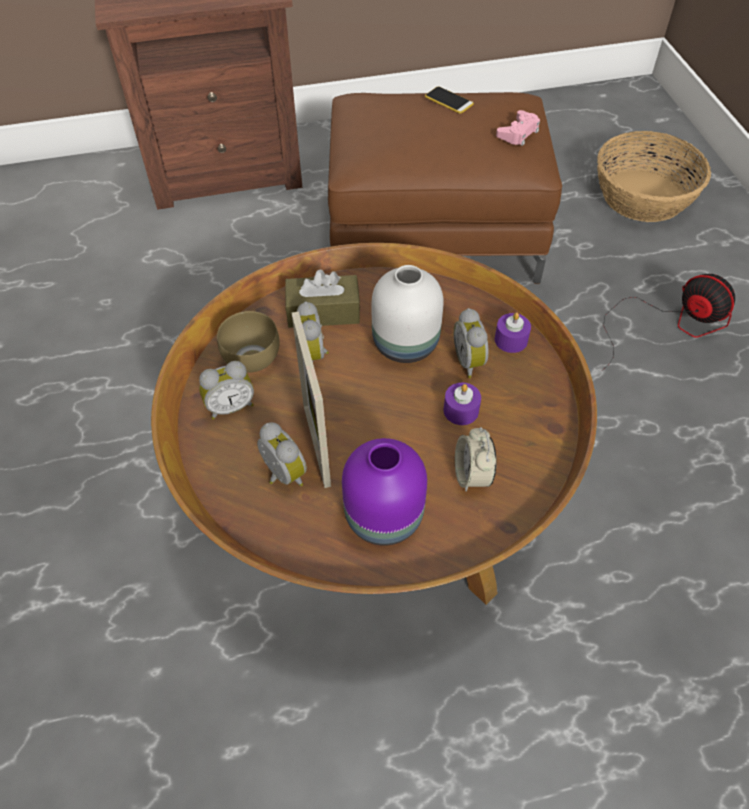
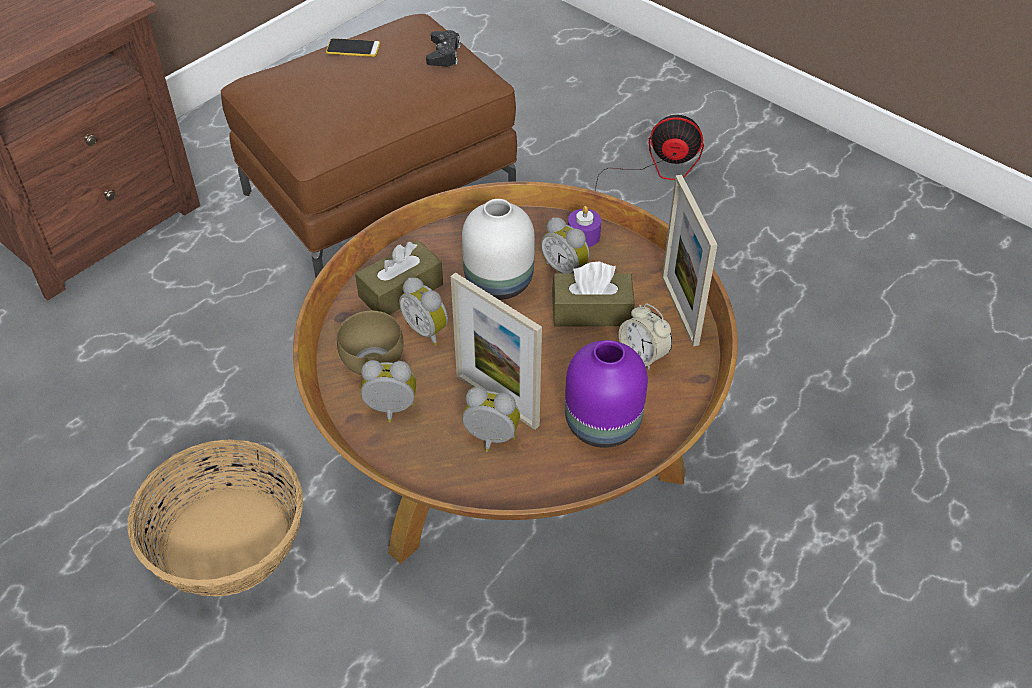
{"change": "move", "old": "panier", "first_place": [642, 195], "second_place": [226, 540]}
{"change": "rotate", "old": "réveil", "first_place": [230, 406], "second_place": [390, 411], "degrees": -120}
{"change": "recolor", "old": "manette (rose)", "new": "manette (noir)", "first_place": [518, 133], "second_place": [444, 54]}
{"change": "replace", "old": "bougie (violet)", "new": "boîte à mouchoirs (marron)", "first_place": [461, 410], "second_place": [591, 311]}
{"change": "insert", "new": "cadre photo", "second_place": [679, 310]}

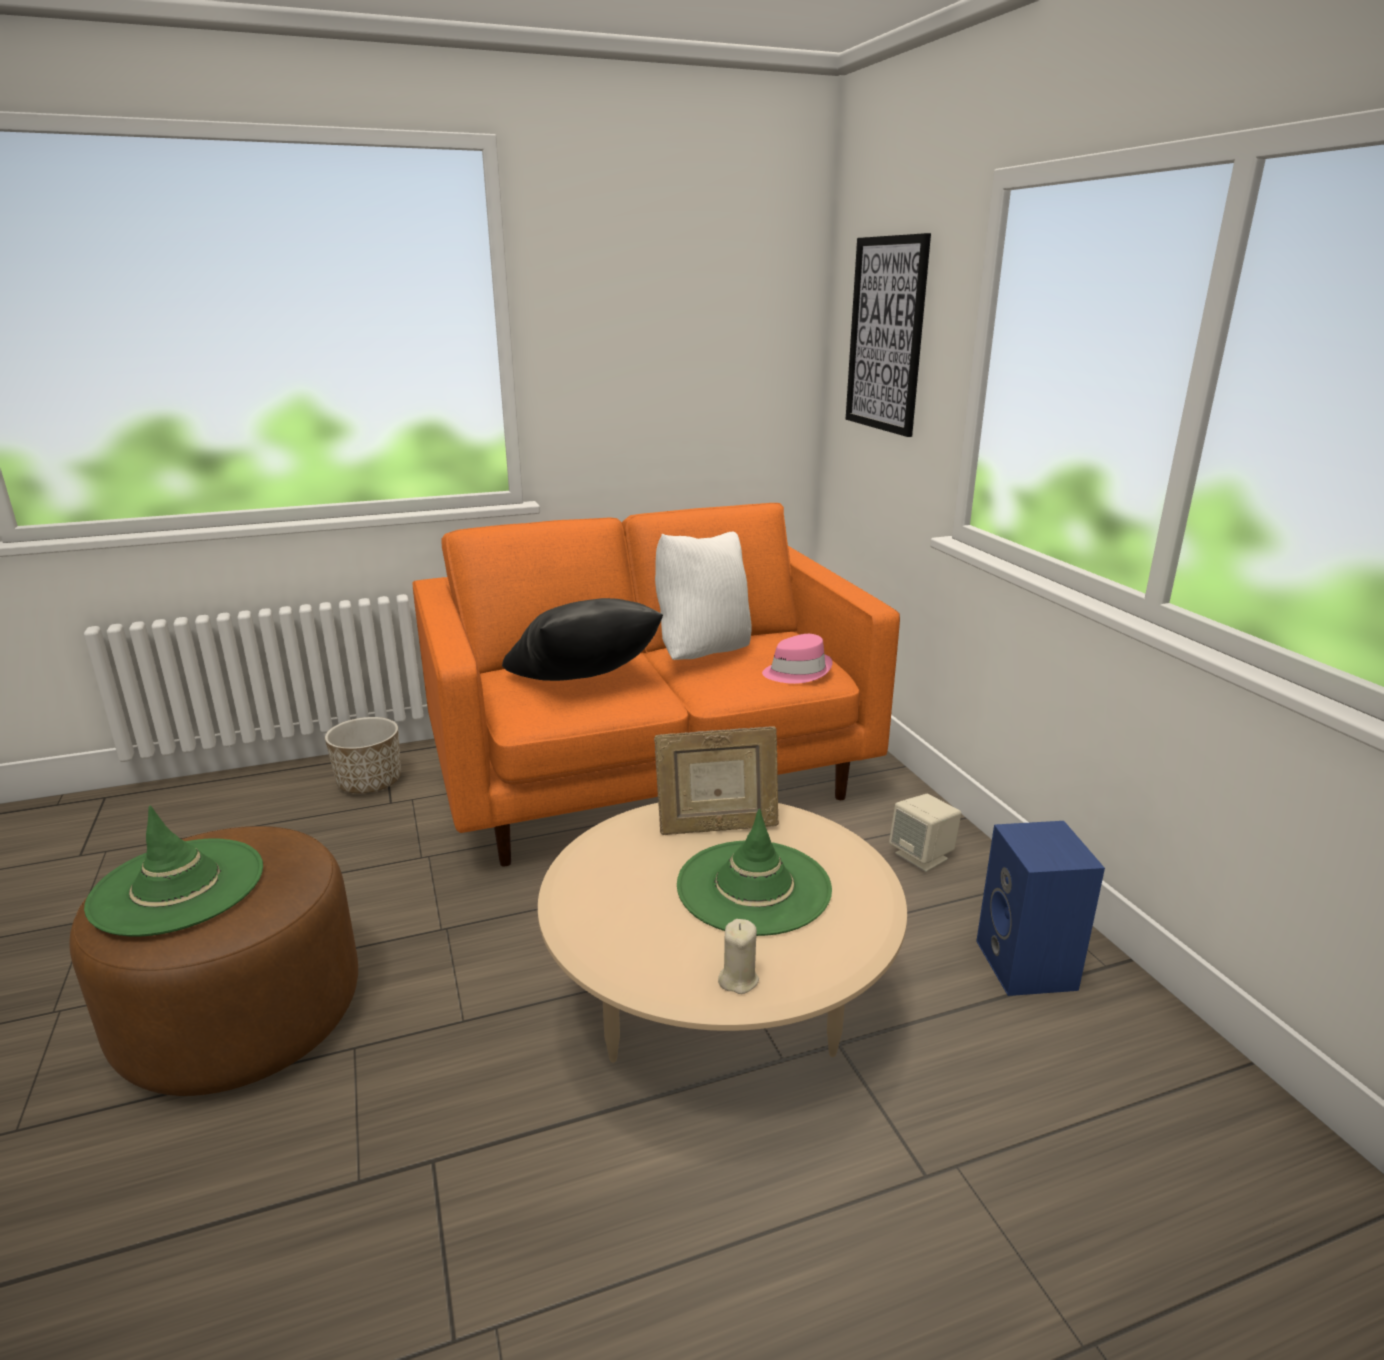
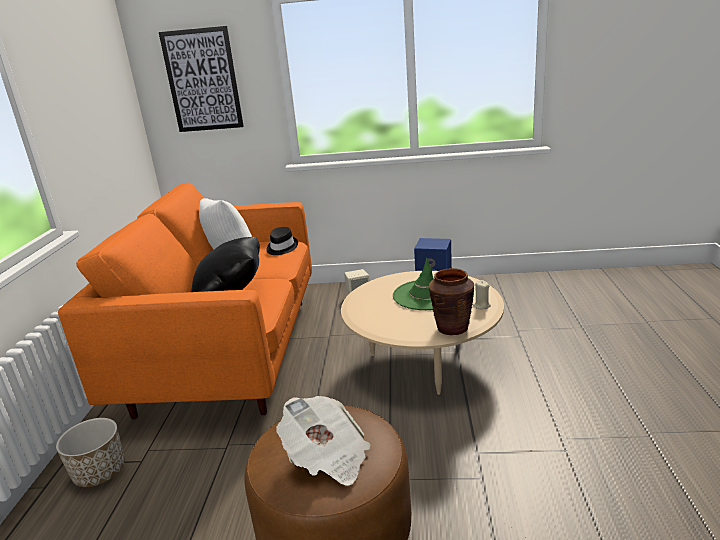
{"change": "recolor", "old": "chapeau (rose)", "new": "chapeau (noir)", "first_place": [797, 672], "second_place": [281, 248]}
{"change": "replace", "old": "chapeau (vert)", "new": "journal", "first_place": [178, 887], "second_place": [327, 457]}
{"change": "insert", "new": "vase (marron)", "second_place": [452, 328]}
{"change": "delete", "old": "cadre photo", "first_place": [717, 828]}

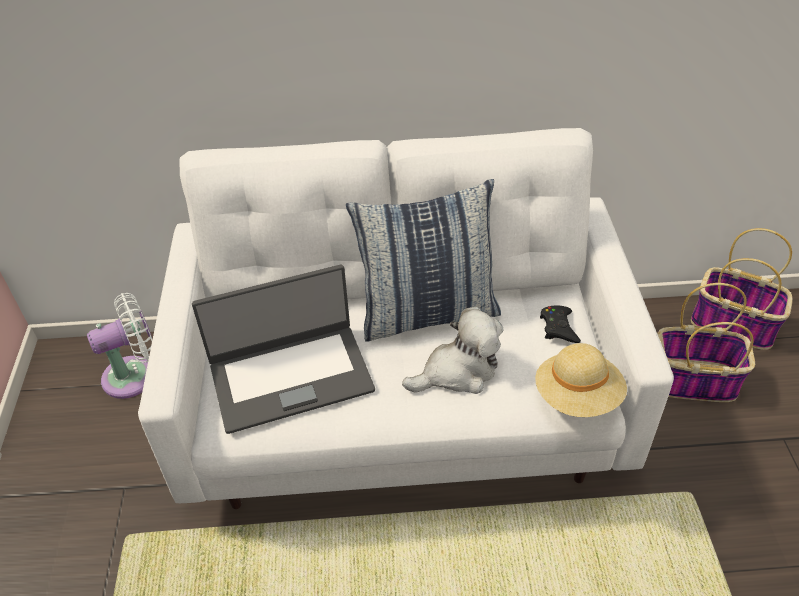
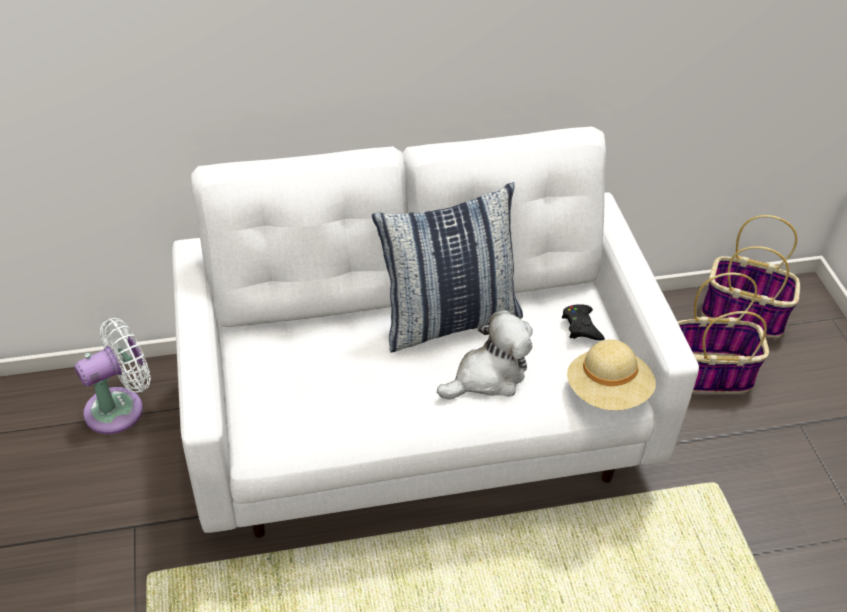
{"change": "delete", "old": "ordinateur portable", "first_place": [290, 376]}

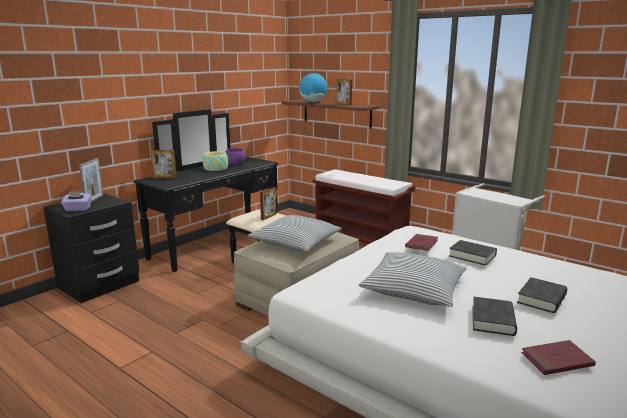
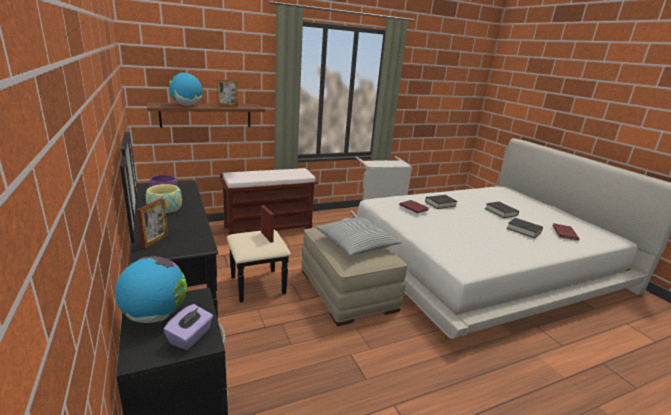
{"change": "replace", "old": "cadre photo", "new": "globe", "first_place": [94, 200], "second_place": [155, 315]}
{"change": "delete", "old": "coussin", "first_place": [414, 289]}

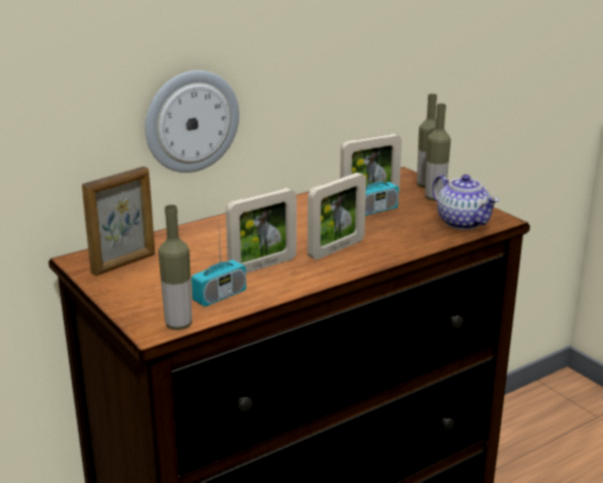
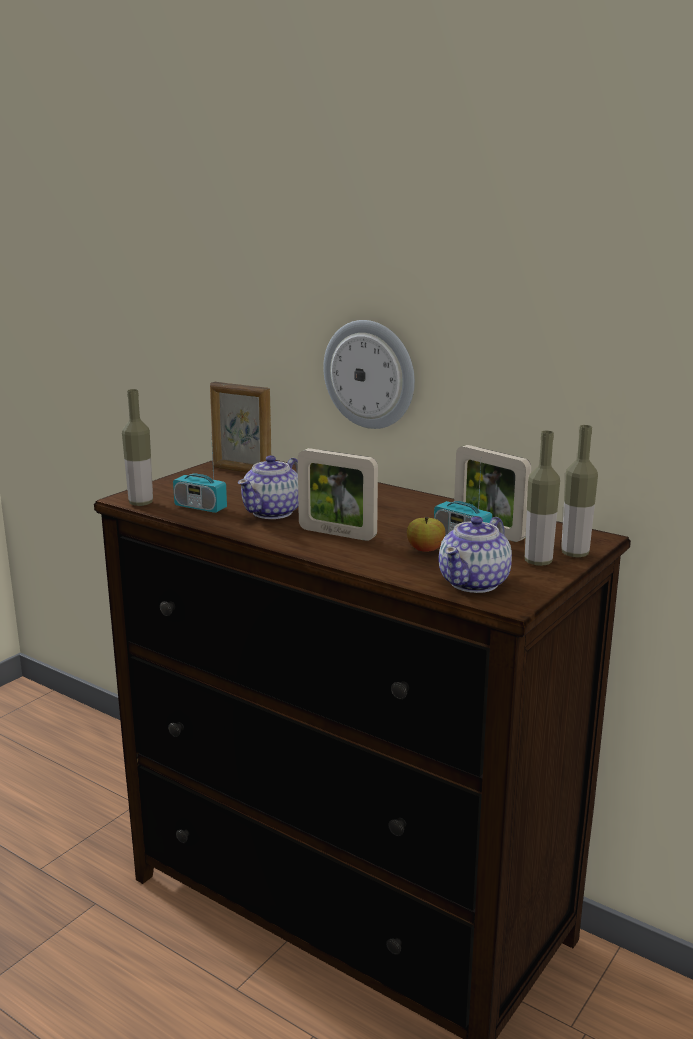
{"change": "replace", "old": "cadre photo", "new": "théière", "first_place": [262, 266], "second_place": [273, 512]}
{"change": "insert", "new": "pomme", "second_place": [425, 550]}

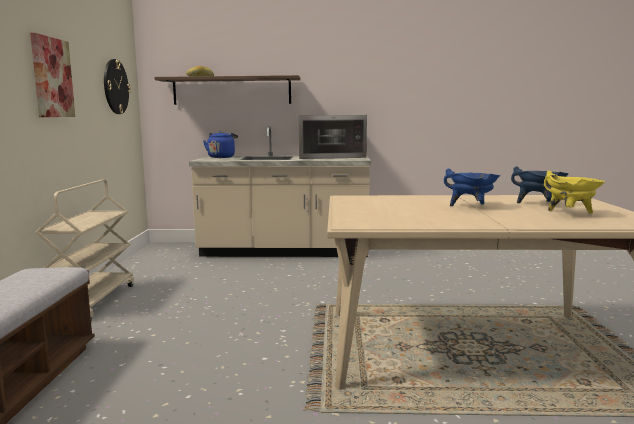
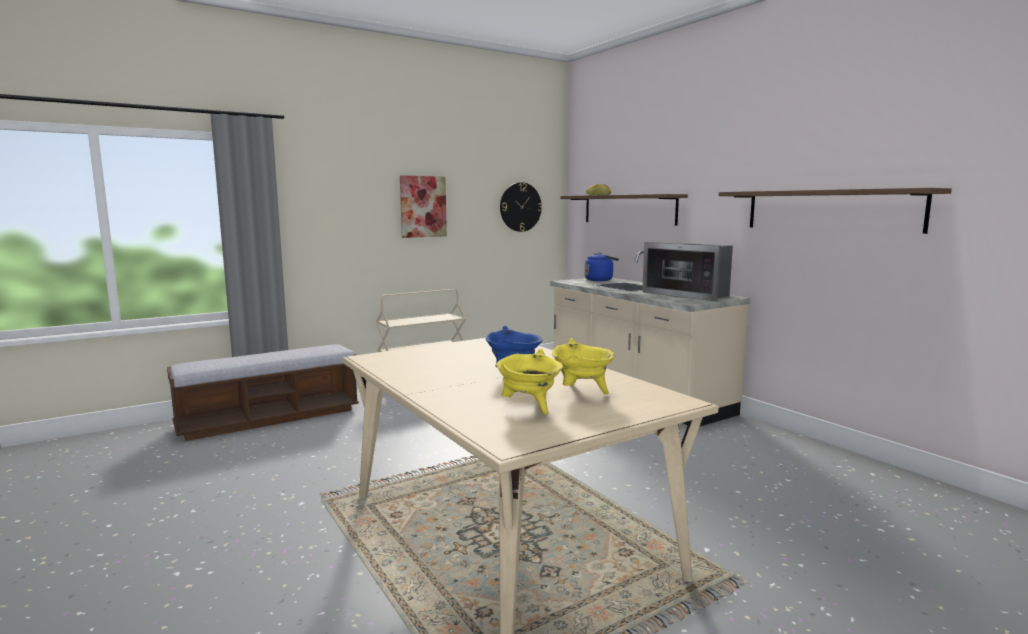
{"change": "recolor", "old": "marmite (bleu)", "new": "marmite (jaune)", "first_place": [539, 204], "second_place": [582, 392]}
{"change": "insert", "new": "étagère", "second_place": [829, 210]}

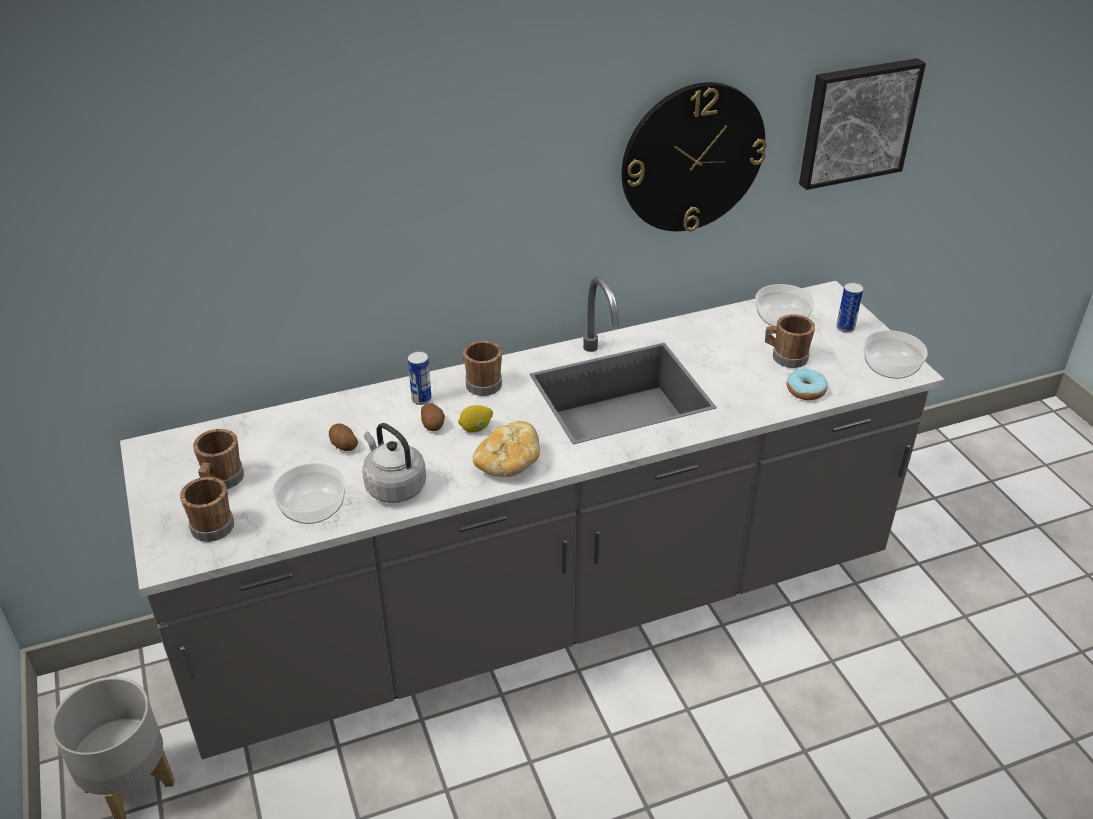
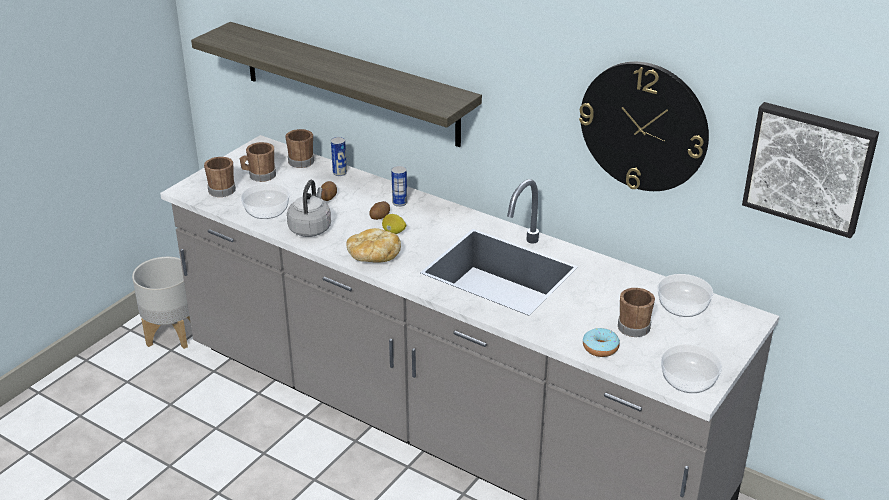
{"change": "insert", "new": "étagère", "second_place": [349, 83]}
{"change": "move", "old": "mug (marron)", "first_place": [481, 383], "second_place": [302, 160]}
{"change": "move", "old": "boîte métallique", "first_place": [845, 327], "second_place": [339, 173]}

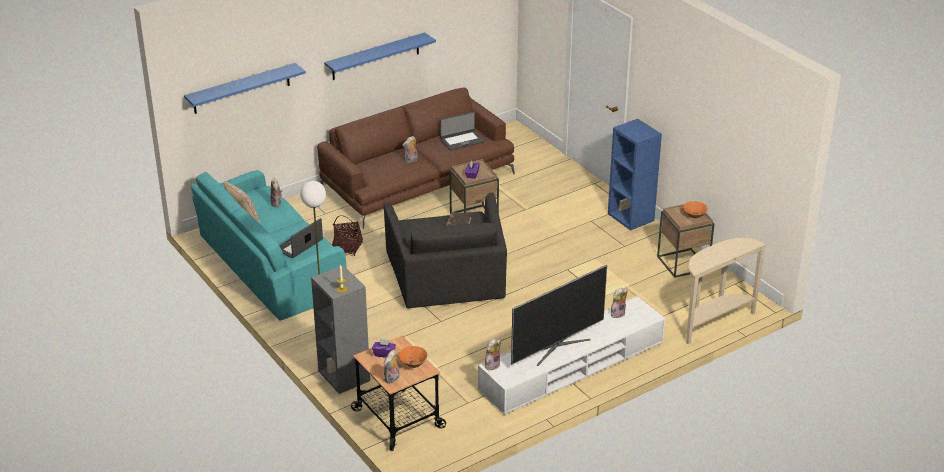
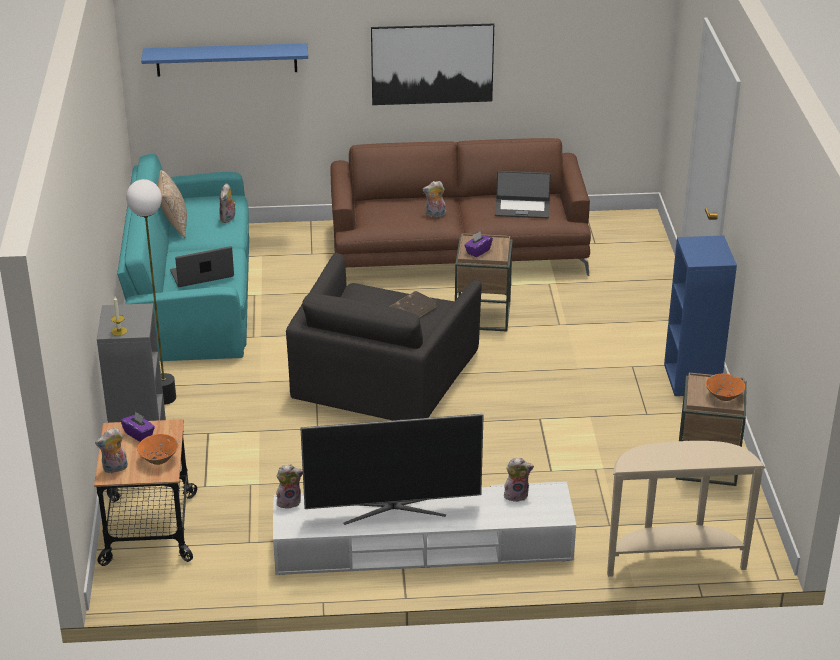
{"change": "replace", "old": "étagère (bleu)", "new": "tableau", "first_place": [375, 56], "second_place": [432, 64]}
{"change": "delete", "old": "panier", "first_place": [347, 247]}

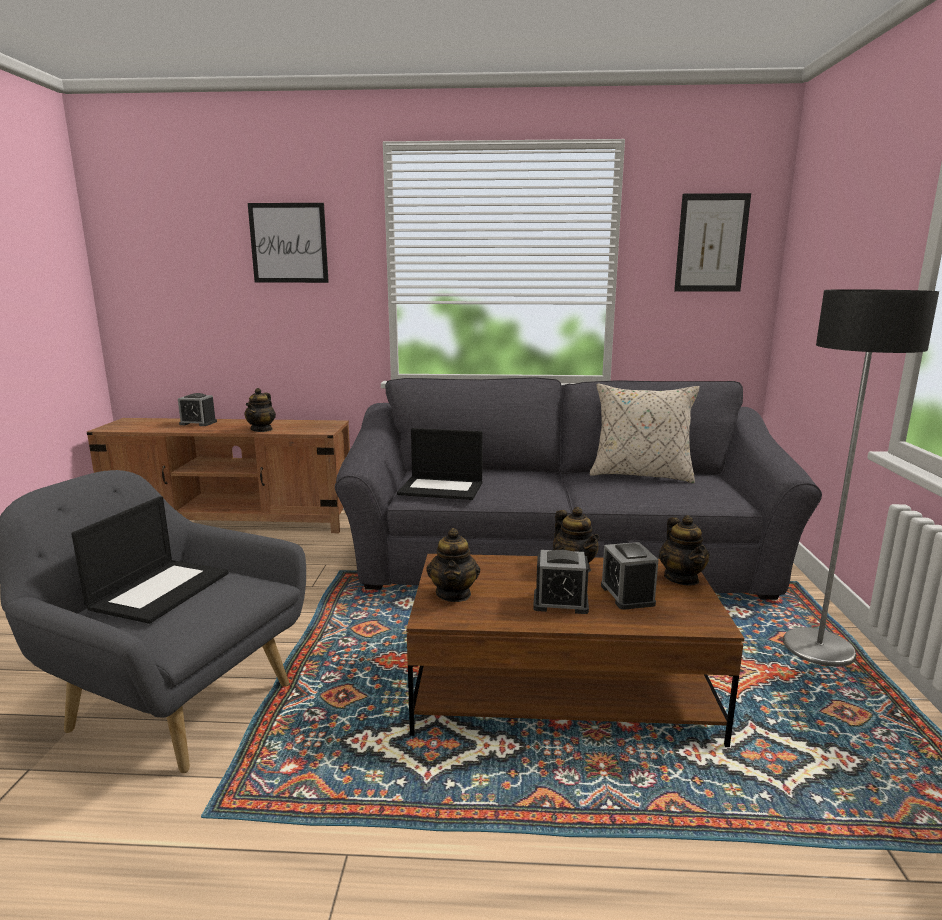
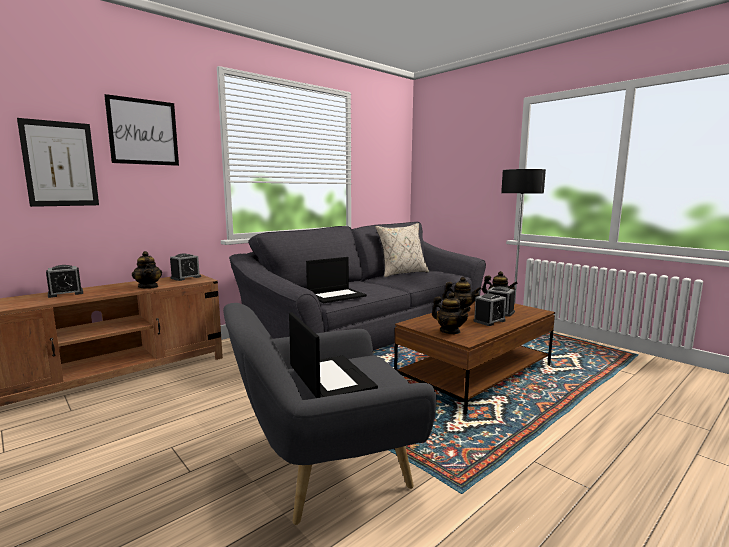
{"change": "move", "old": "tableau", "first_place": [711, 243], "second_place": [60, 164]}
{"change": "insert", "new": "réveil", "second_place": [186, 277]}

